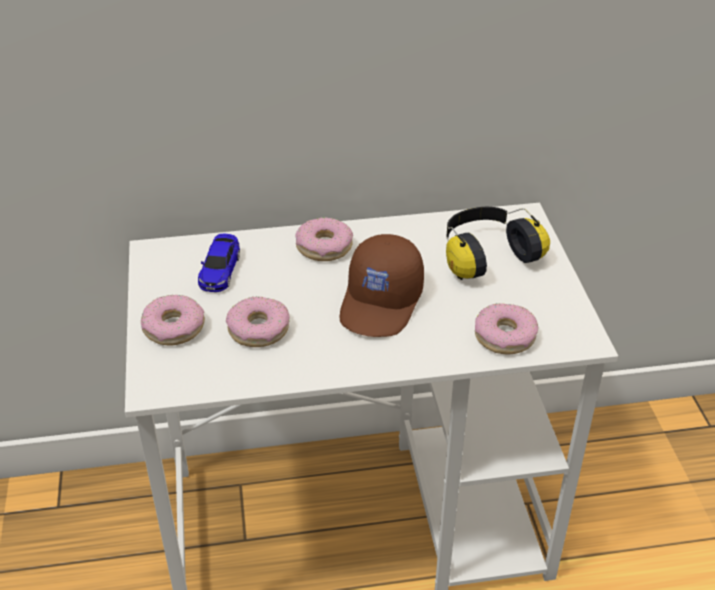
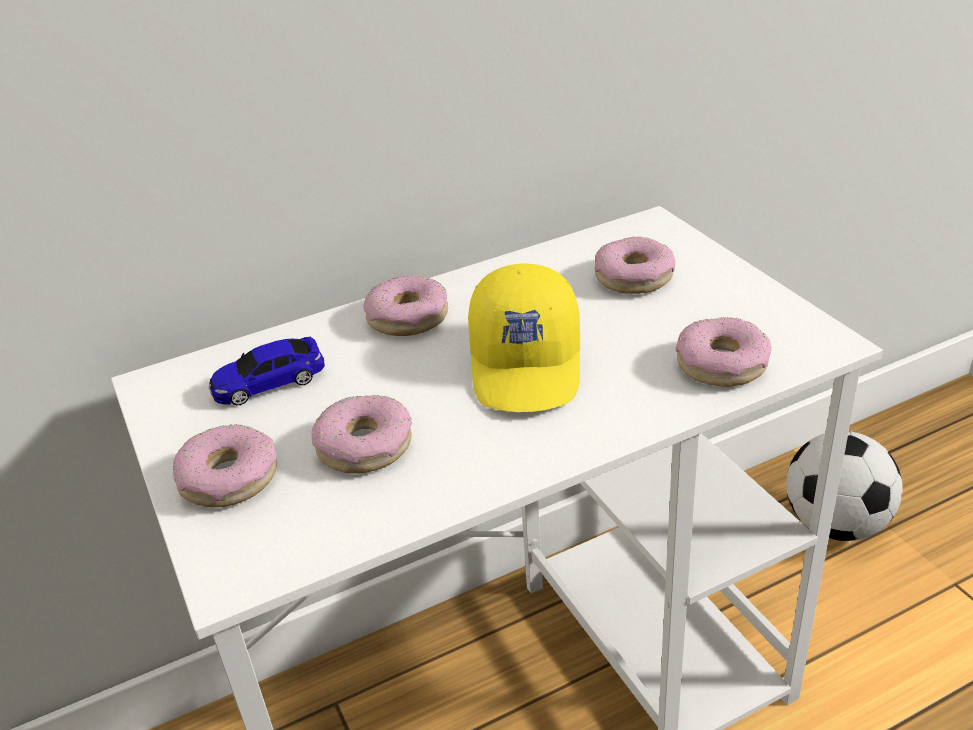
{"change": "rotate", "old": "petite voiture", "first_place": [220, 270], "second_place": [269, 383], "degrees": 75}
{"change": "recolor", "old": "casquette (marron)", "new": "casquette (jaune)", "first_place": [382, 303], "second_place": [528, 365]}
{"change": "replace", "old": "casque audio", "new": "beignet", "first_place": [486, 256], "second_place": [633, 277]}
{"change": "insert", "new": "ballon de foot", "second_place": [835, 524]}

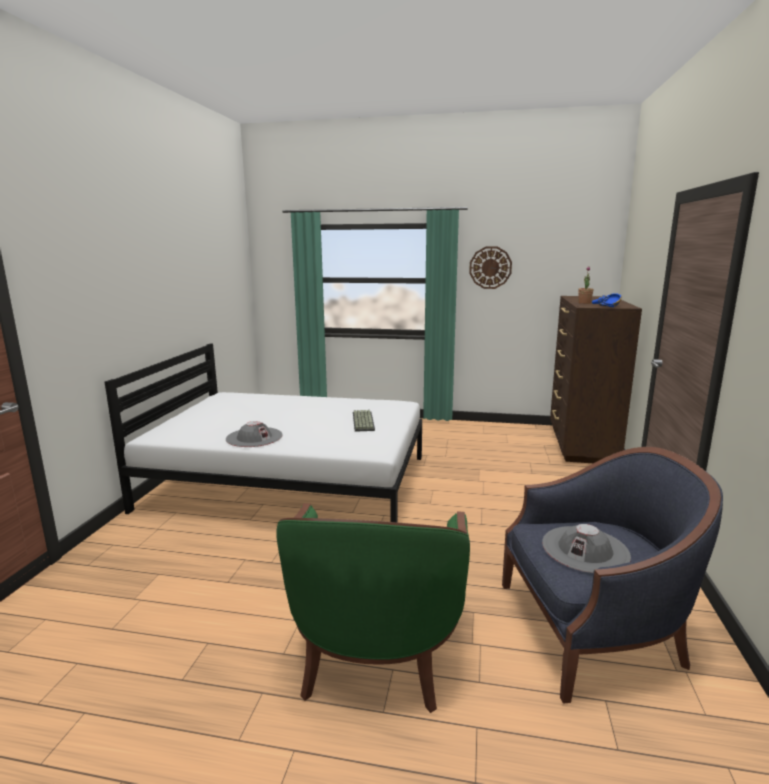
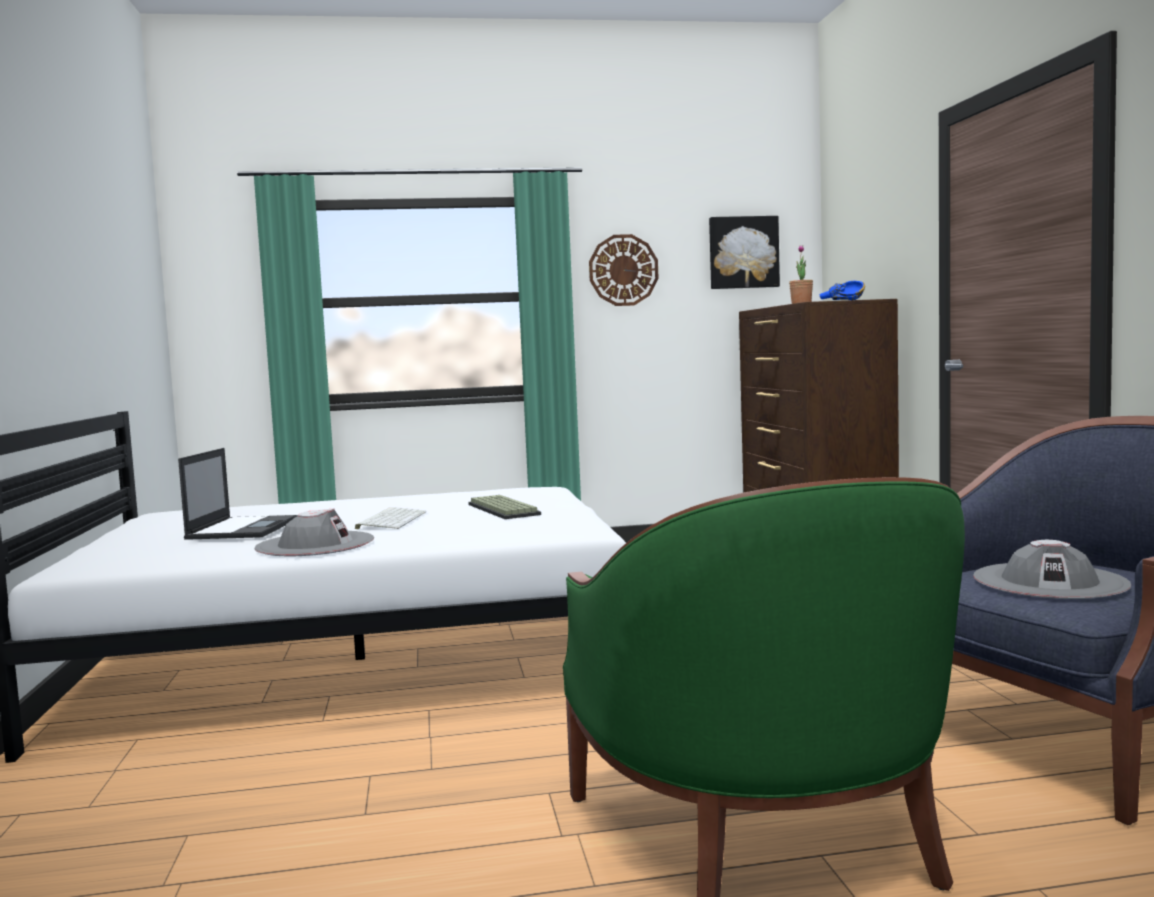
{"change": "insert", "new": "ordinateur portable", "second_place": [243, 528]}
{"change": "insert", "new": "clavier", "second_place": [391, 520]}
{"change": "insert", "new": "tableau", "second_place": [743, 252]}

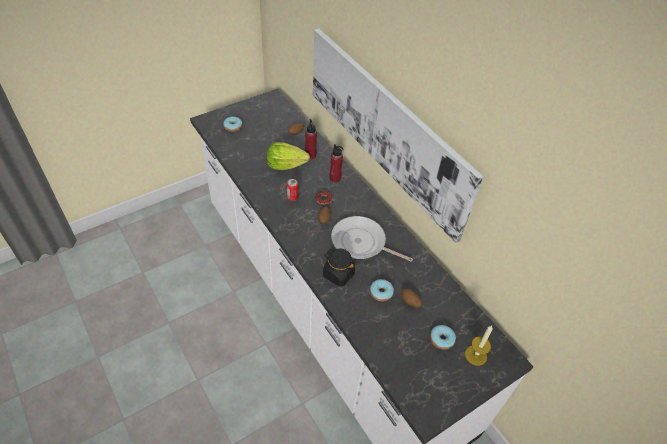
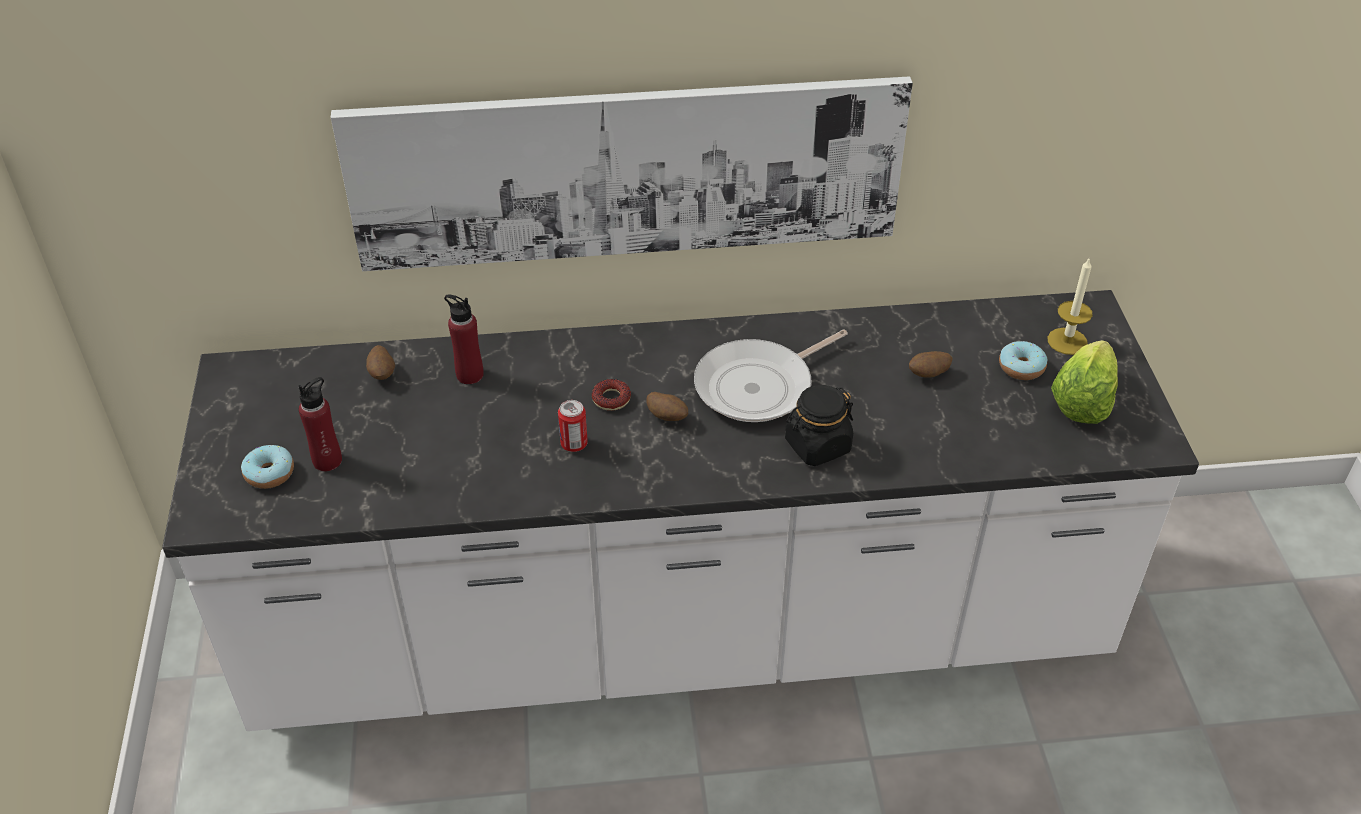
{"change": "move", "old": "bouteille (rouge)", "first_place": [335, 178], "second_place": [327, 460]}
{"change": "move", "old": "laitue", "first_place": [285, 165], "second_place": [1082, 401]}
{"change": "delete", "old": "beignet", "first_place": [381, 293]}

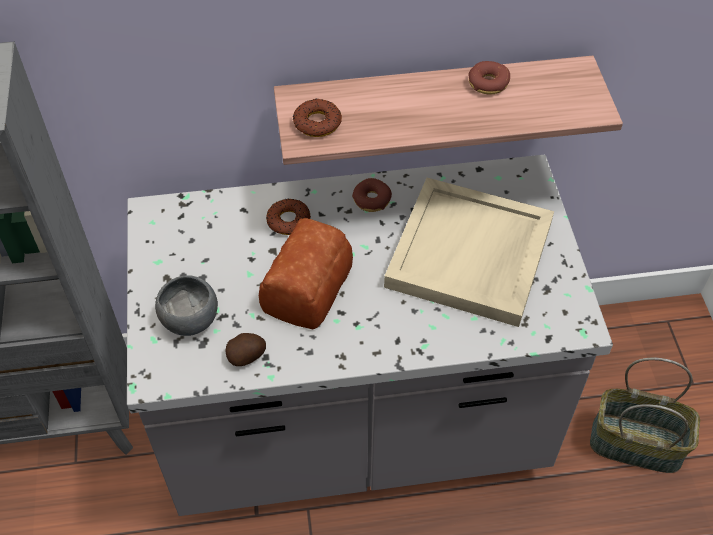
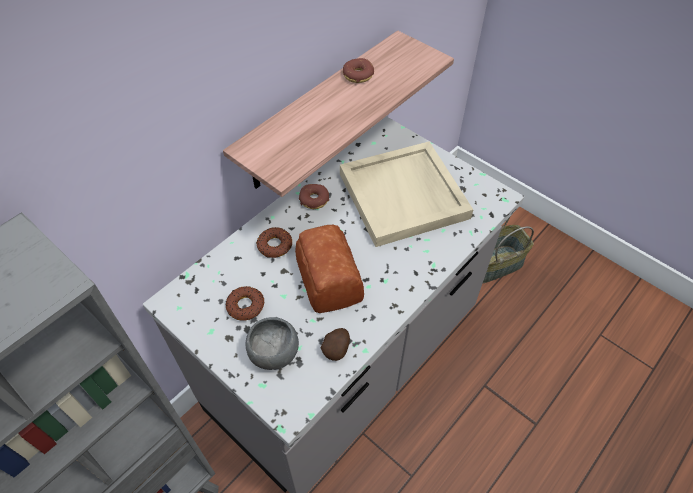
{"change": "move", "old": "beignet", "first_place": [317, 122], "second_place": [245, 306]}

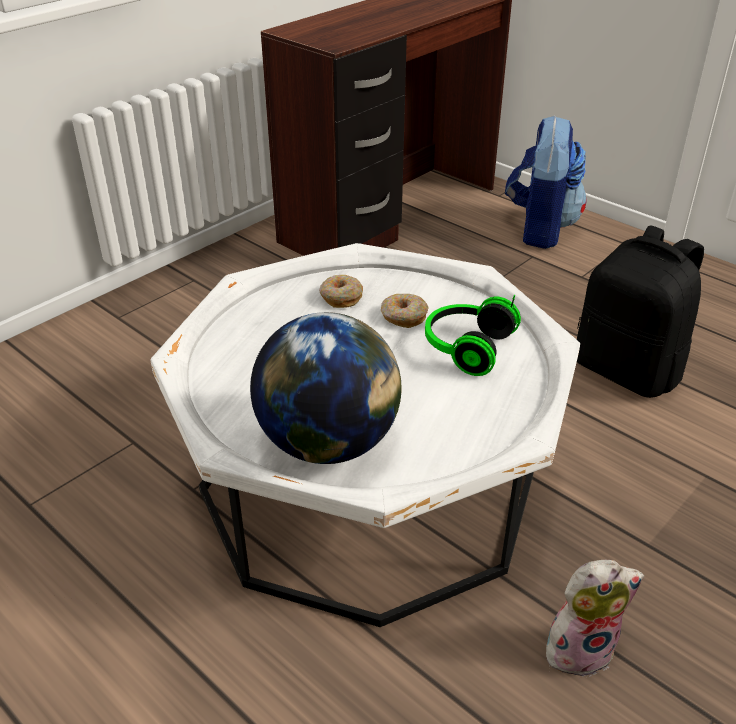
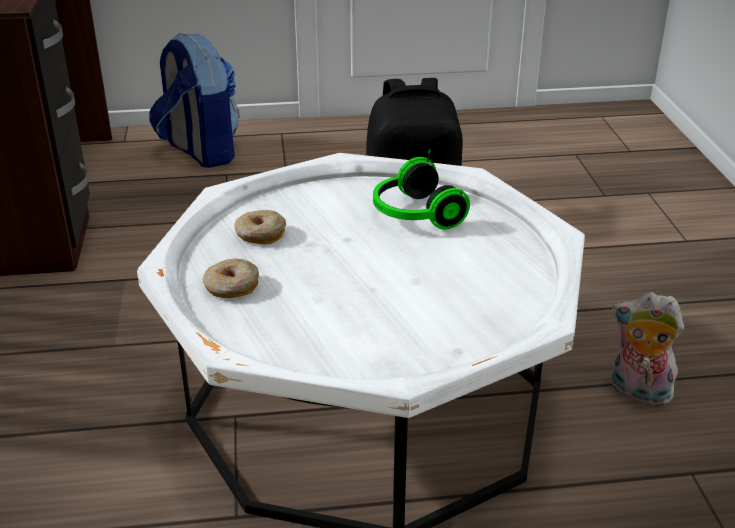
{"change": "move", "old": "beignet", "first_place": [403, 317], "second_place": [231, 287]}
{"change": "rotate", "old": "peluche", "first_place": [580, 648], "second_place": [637, 393], "degrees": -90}
{"change": "delete", "old": "globe", "first_place": [328, 443]}

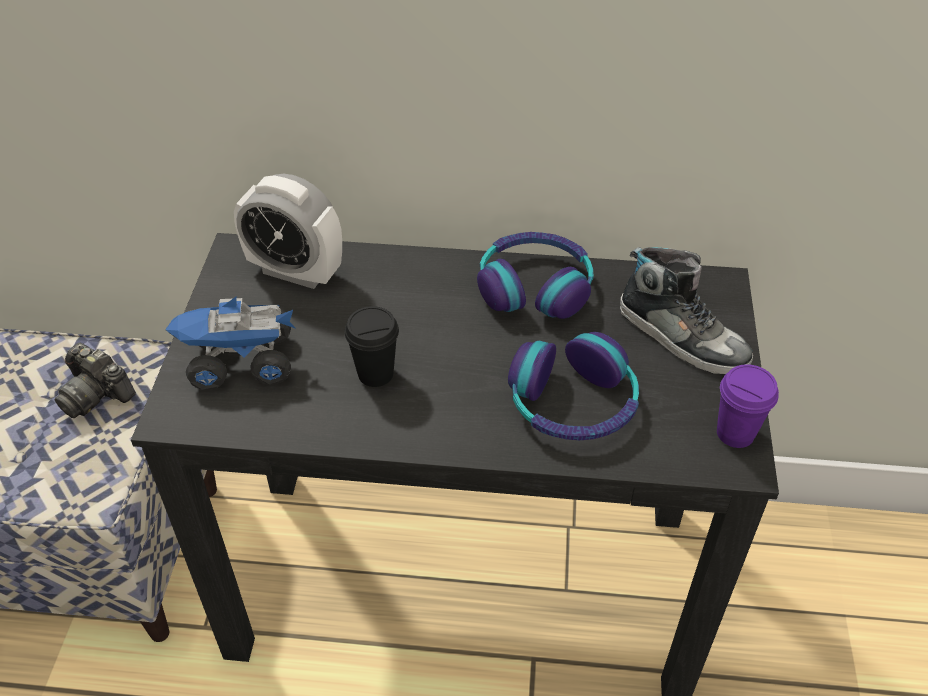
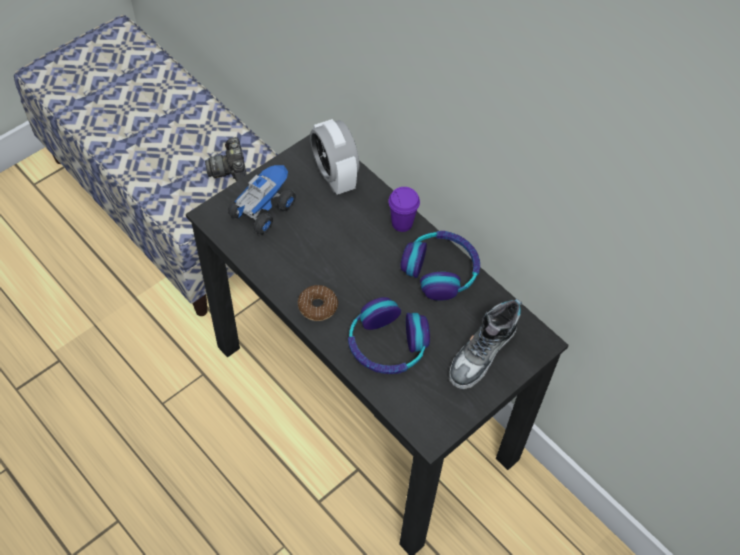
{"change": "rotate", "old": "camion jouet", "first_place": [240, 363], "second_place": [263, 209], "degrees": 90}
{"change": "insert", "new": "beignet", "second_place": [317, 306]}
{"change": "move", "old": "tasse (violet)", "first_place": [735, 433], "second_place": [402, 223]}
{"change": "rotate", "old": "chaussure", "first_place": [682, 336], "second_place": [482, 354], "degrees": 45}
{"change": "delete", "old": "tasse (noir)", "first_place": [375, 374]}

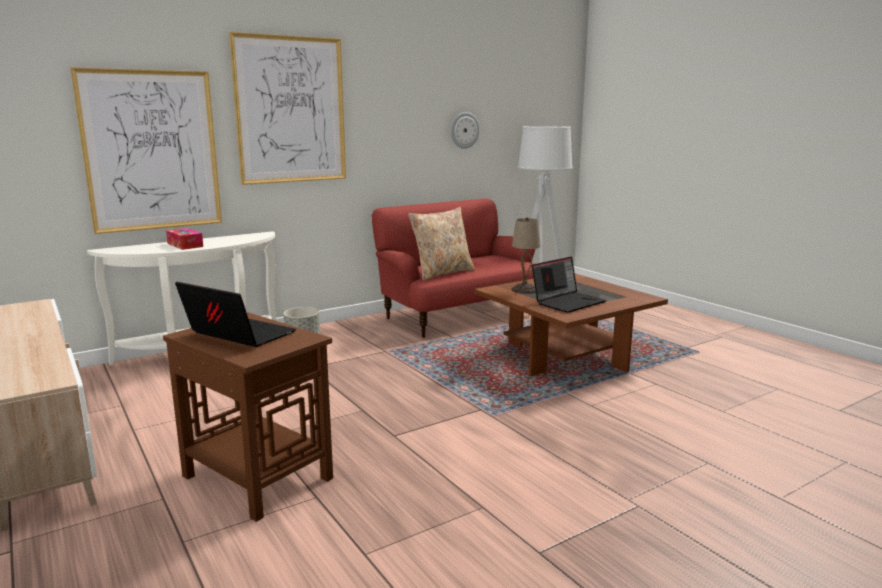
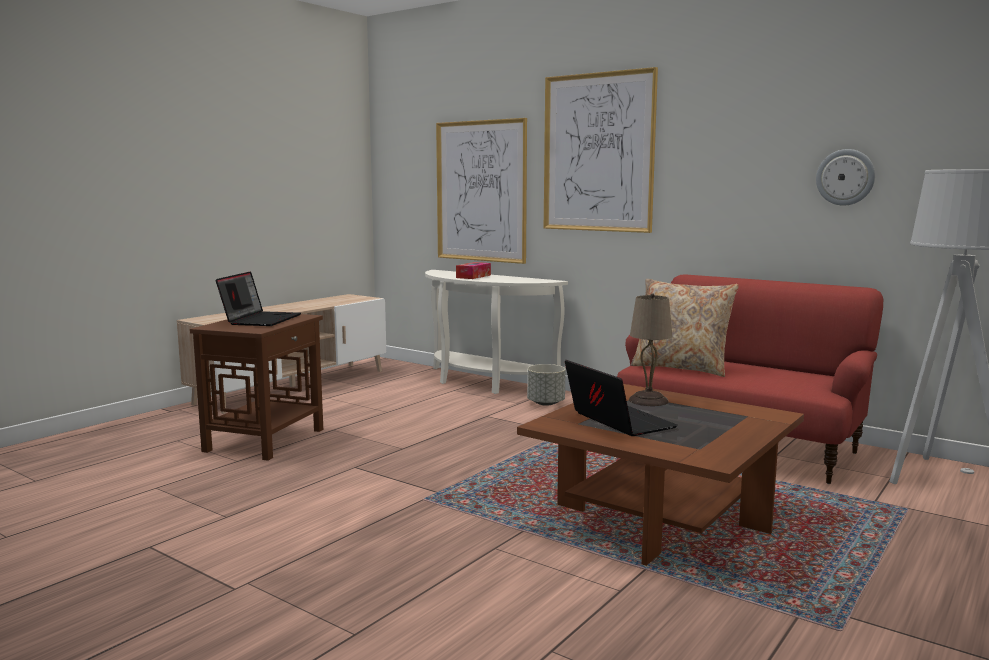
{"change": "rotate", "old": "ordinateur portable", "first_place": [568, 302], "second_place": [617, 422], "degrees": -150}

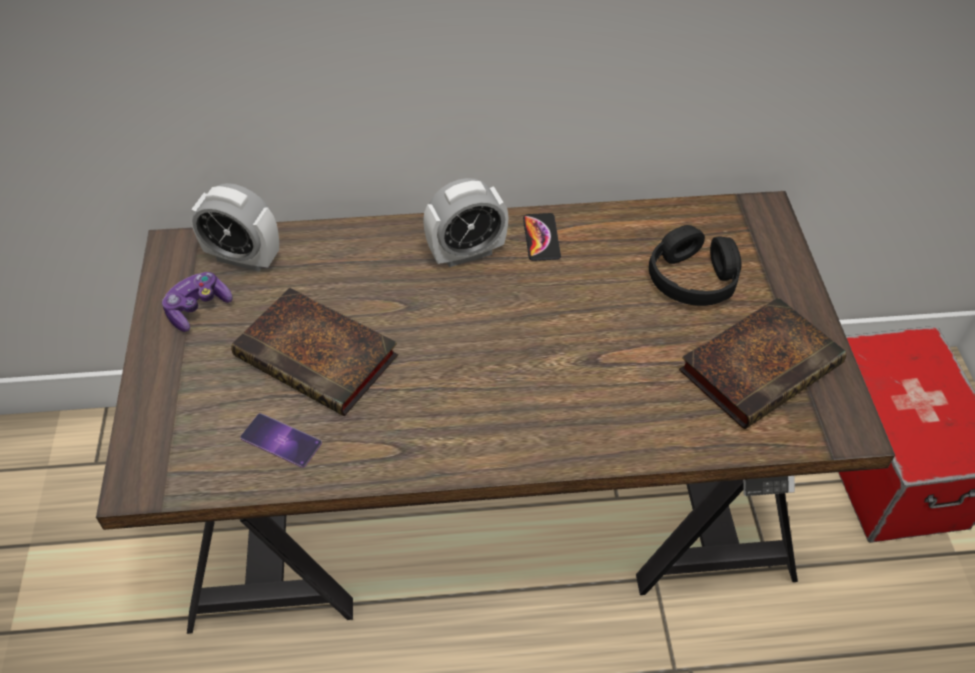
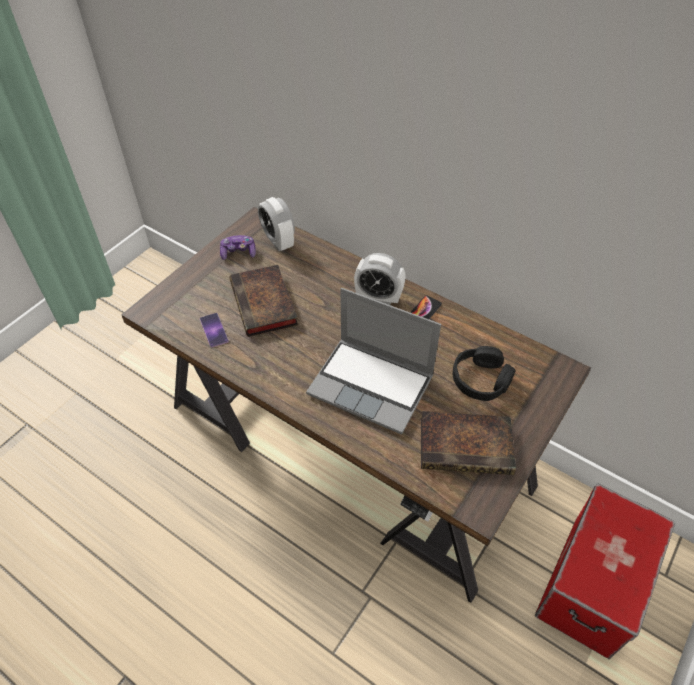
{"change": "insert", "new": "ordinateur portable", "second_place": [372, 385]}

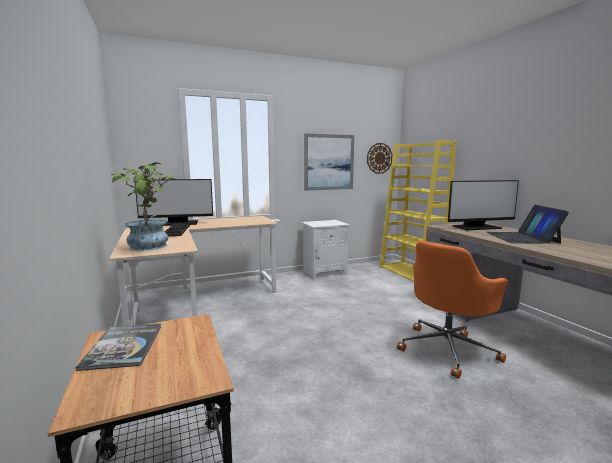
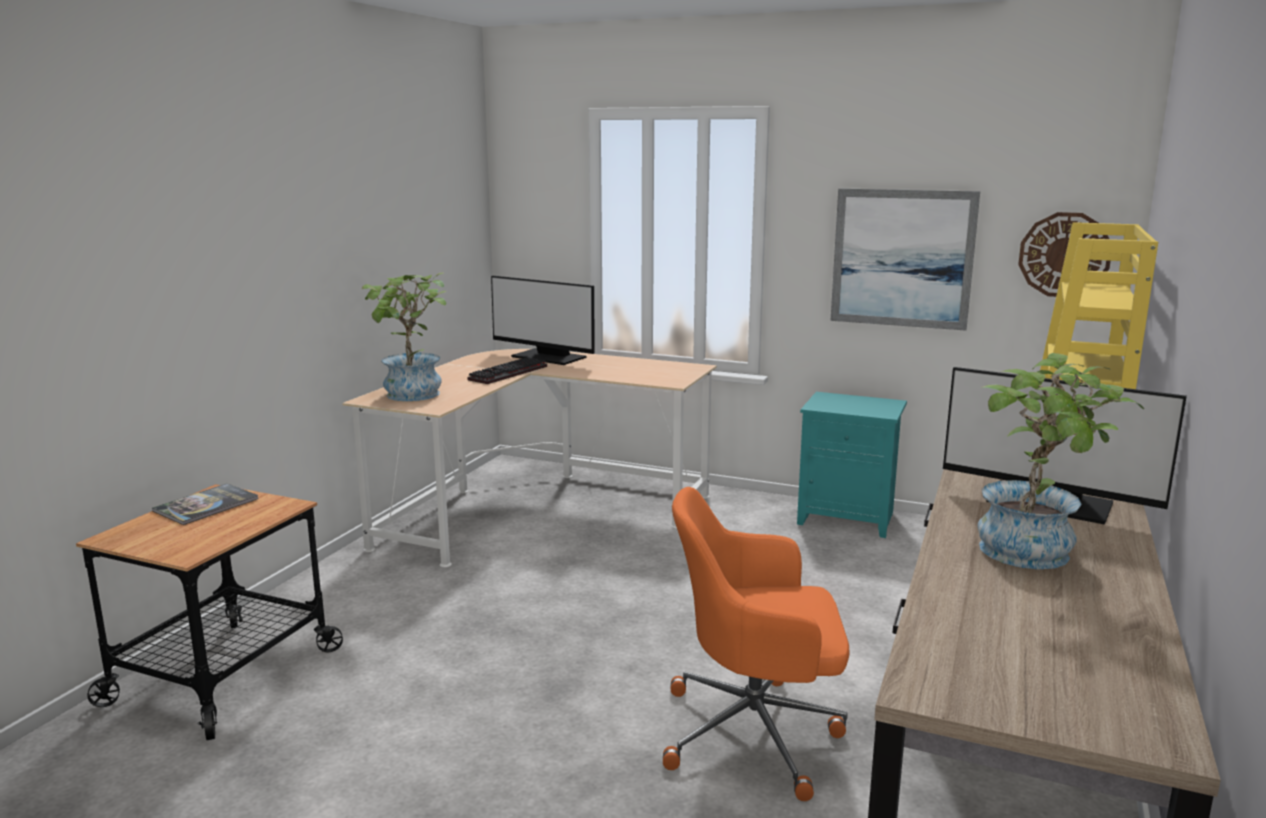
{"change": "recolor", "old": "table de chevet (blanc)", "new": "table de chevet (turquoise)", "first_place": [324, 272], "second_place": [848, 518]}
{"change": "replace", "old": "ordinateur portable", "new": "plante en pot", "first_place": [522, 237], "second_place": [1035, 556]}

